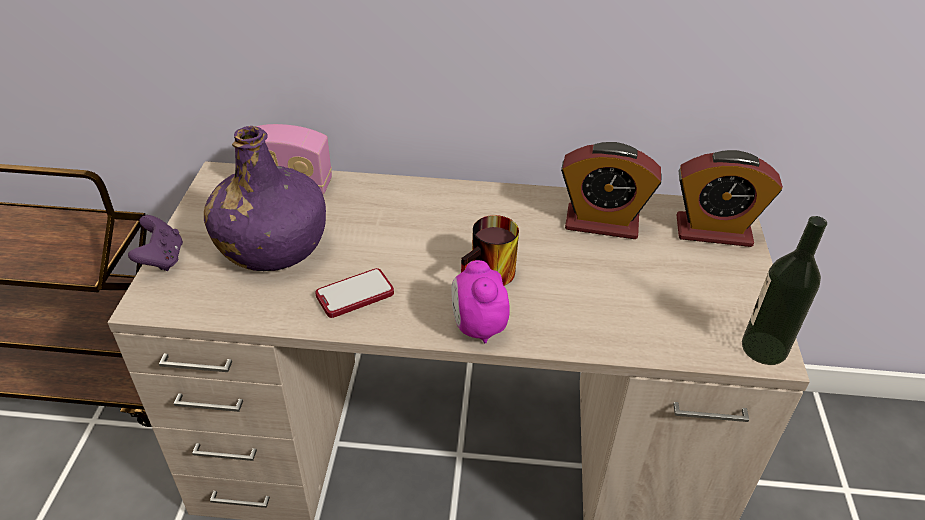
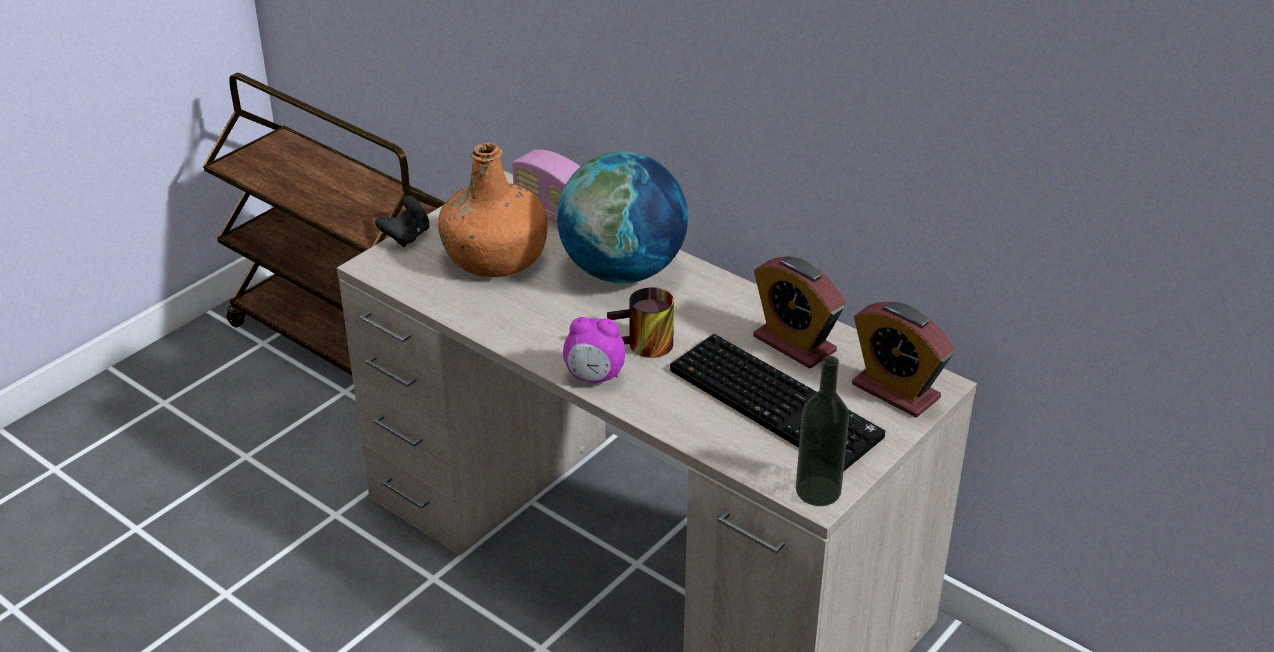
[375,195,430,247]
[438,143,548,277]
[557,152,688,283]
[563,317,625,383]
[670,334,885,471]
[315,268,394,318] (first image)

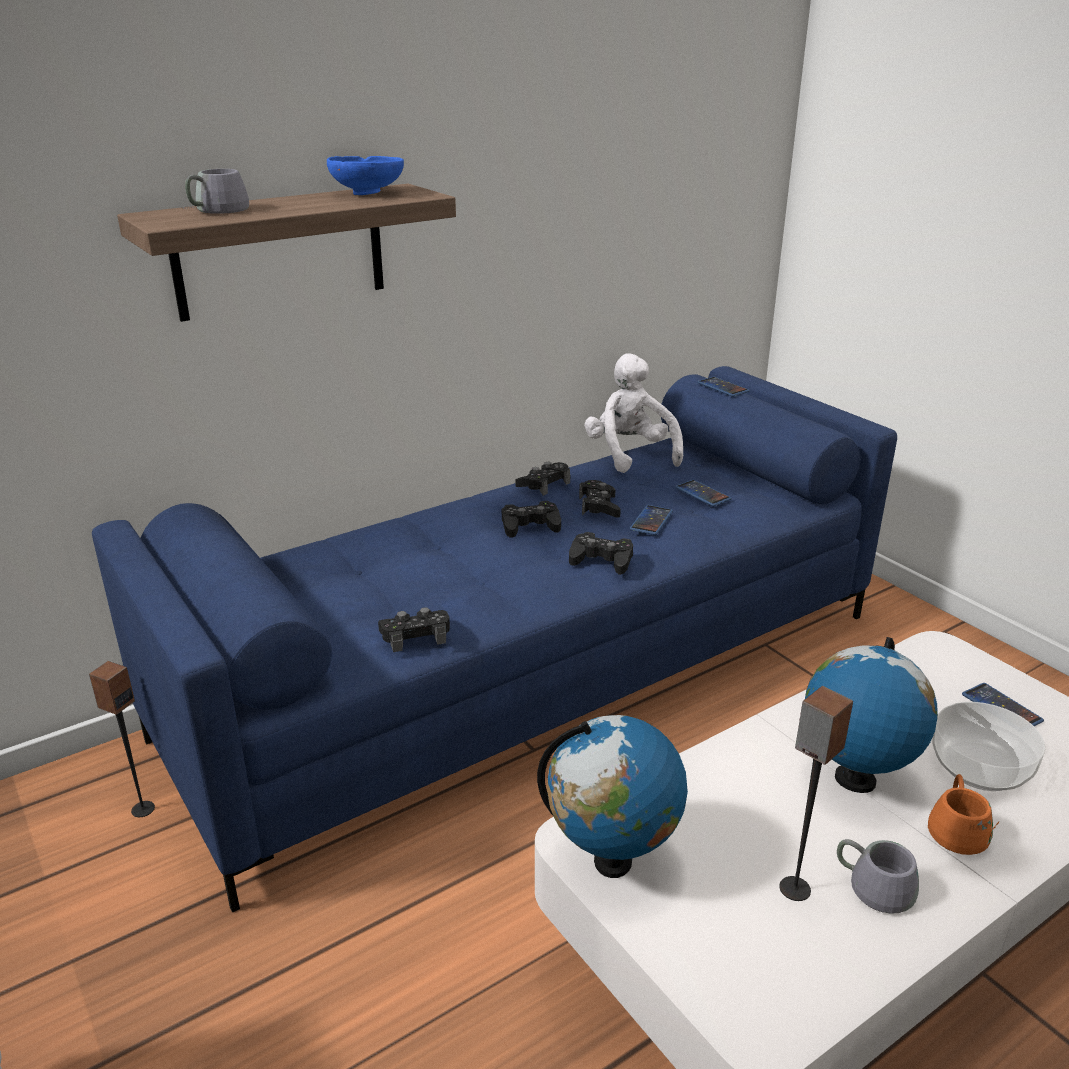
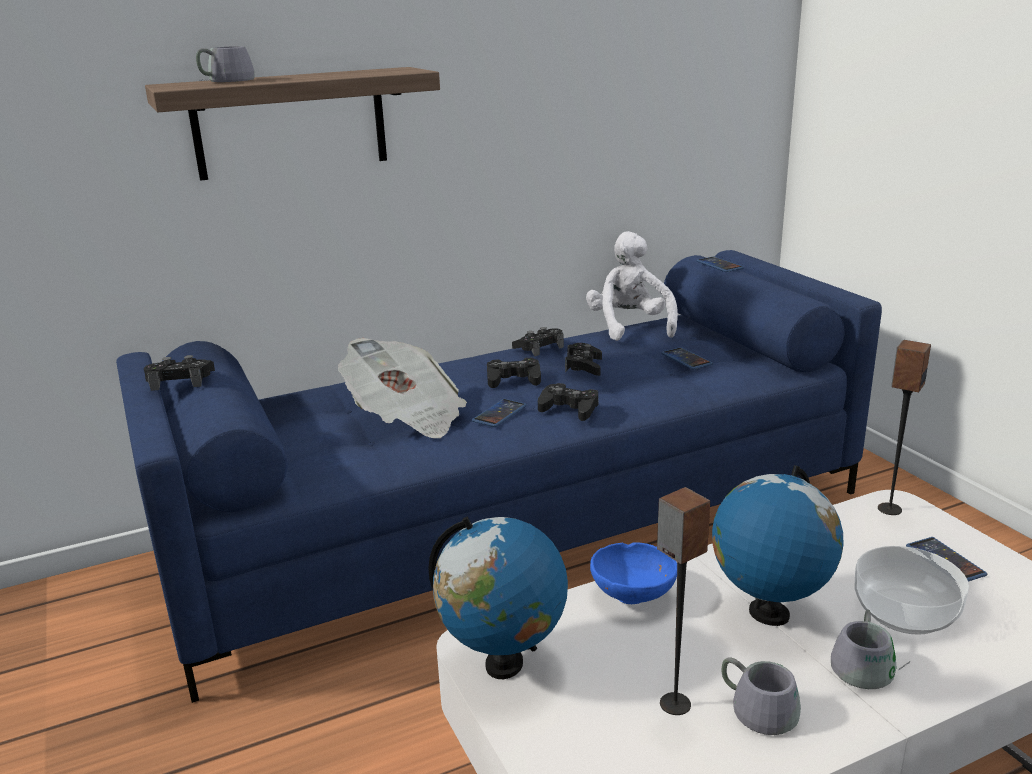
[144,355,215,391]
[338,338,467,438]
[472,399,527,427]
[590,542,677,604]
[831,610,910,689]
[878,340,931,515]

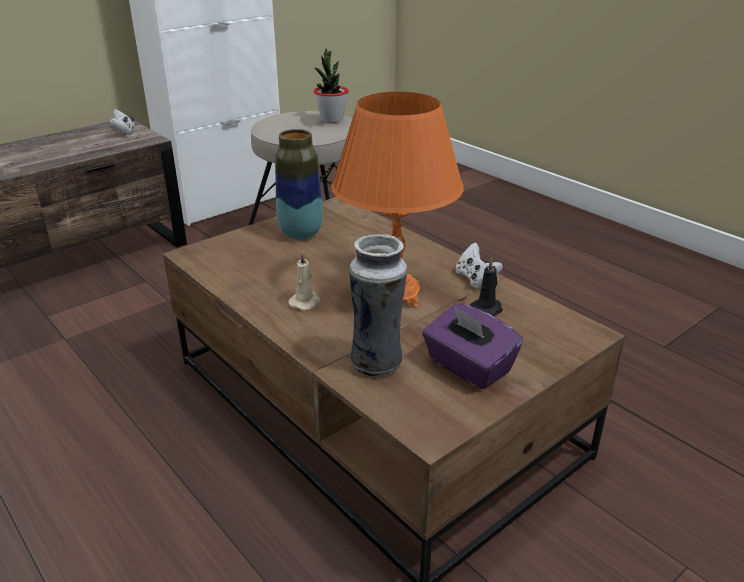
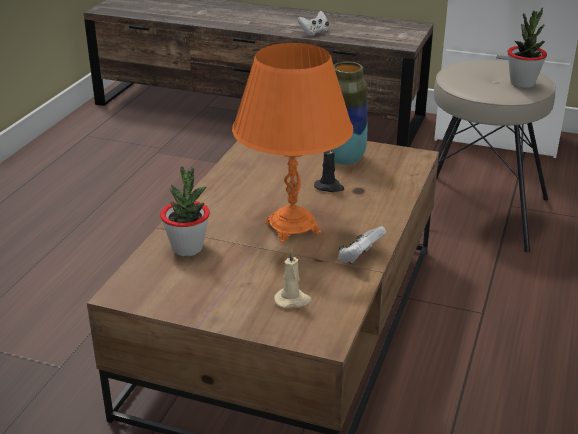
[160,166,210,256]
[274,249,312,308]
[297,11,329,36]
[314,150,344,192]
[422,303,523,389] (first image)

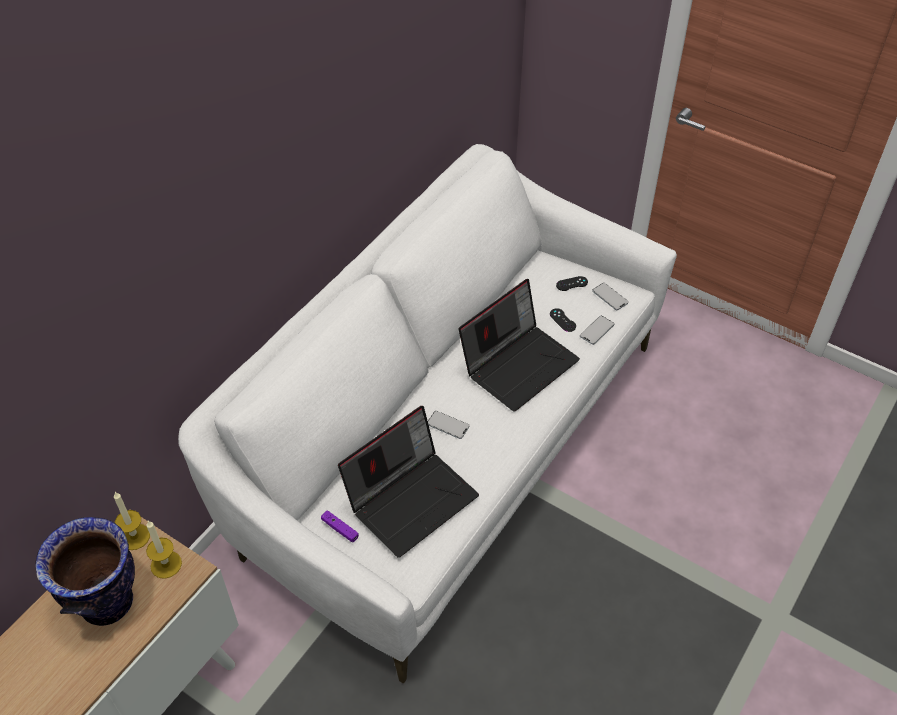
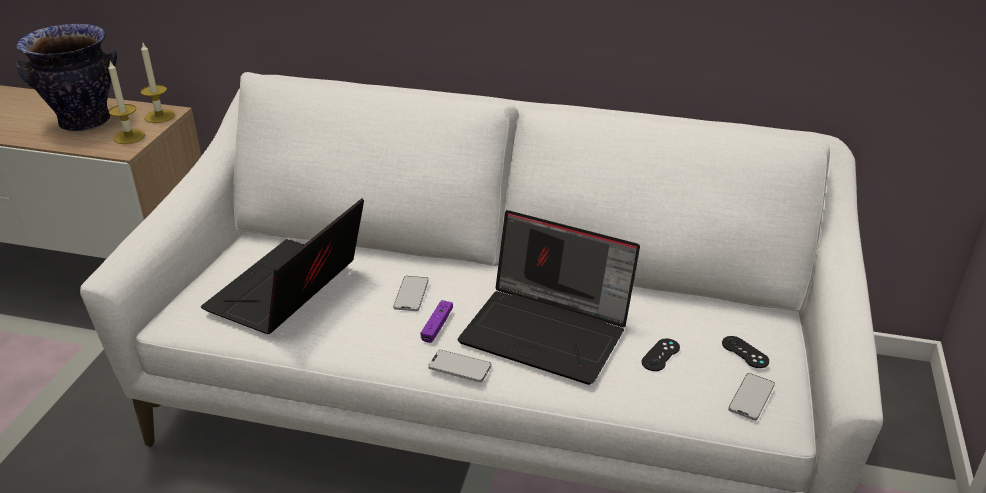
[201,198,364,334]
[421,300,453,343]
[428,350,492,382]

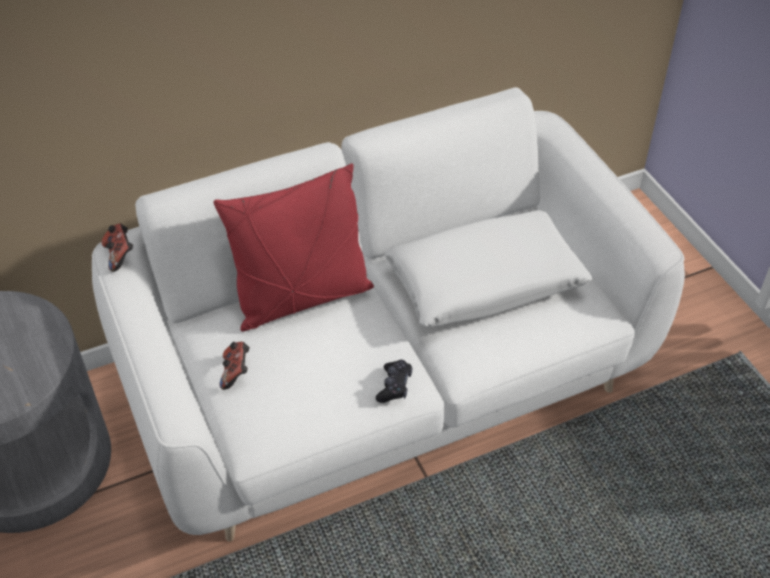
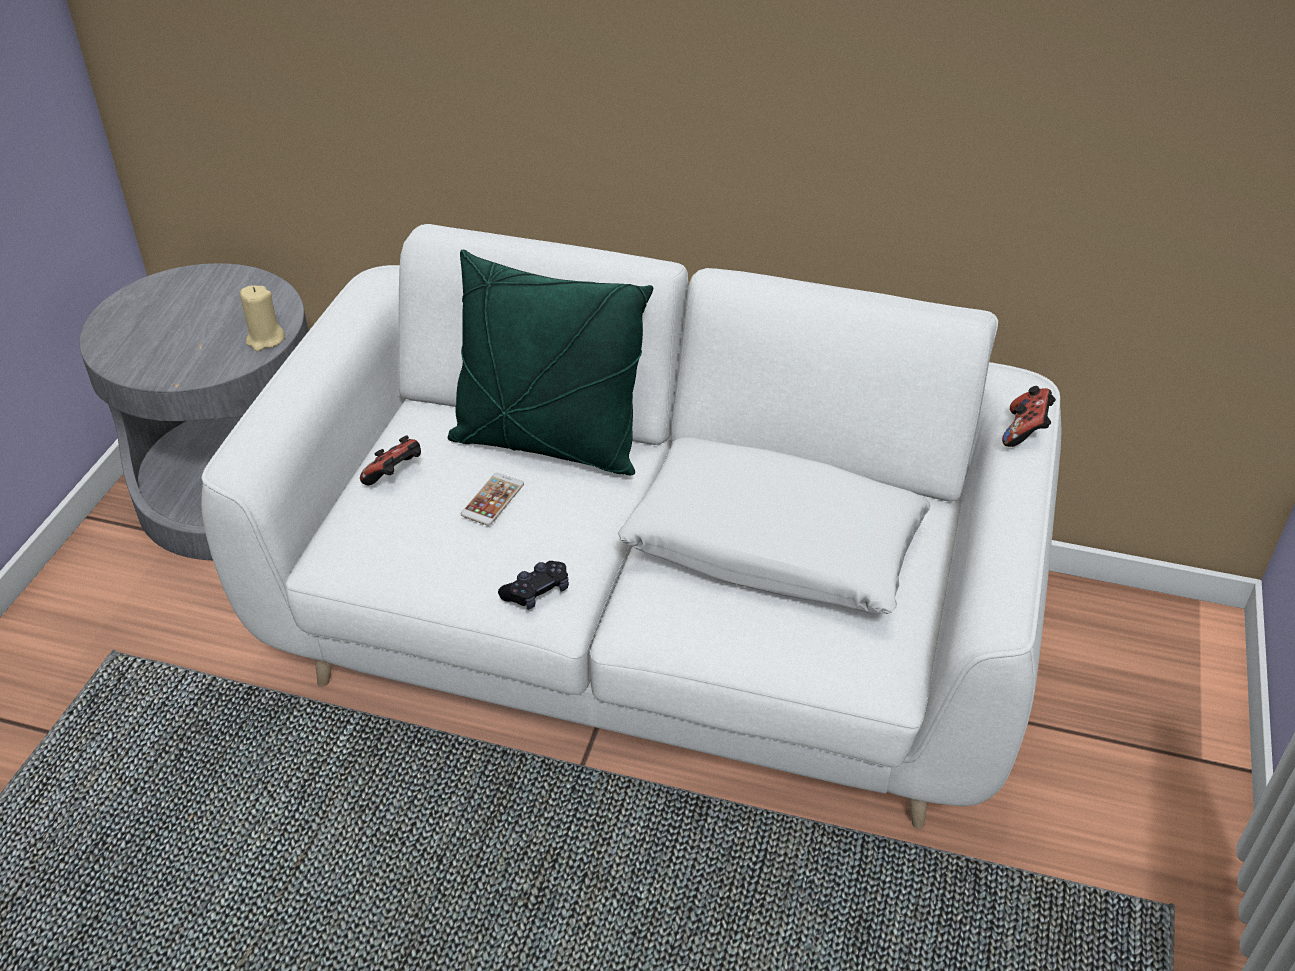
[240,285,285,351]
[448,250,653,475]
[461,473,524,526]
[1002,386,1056,447]

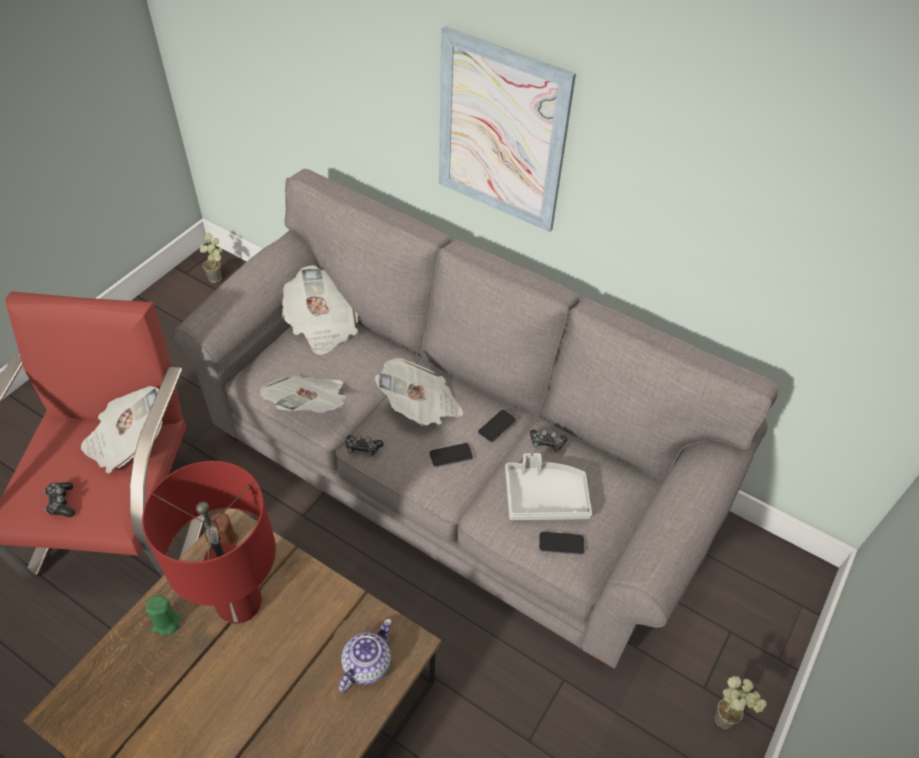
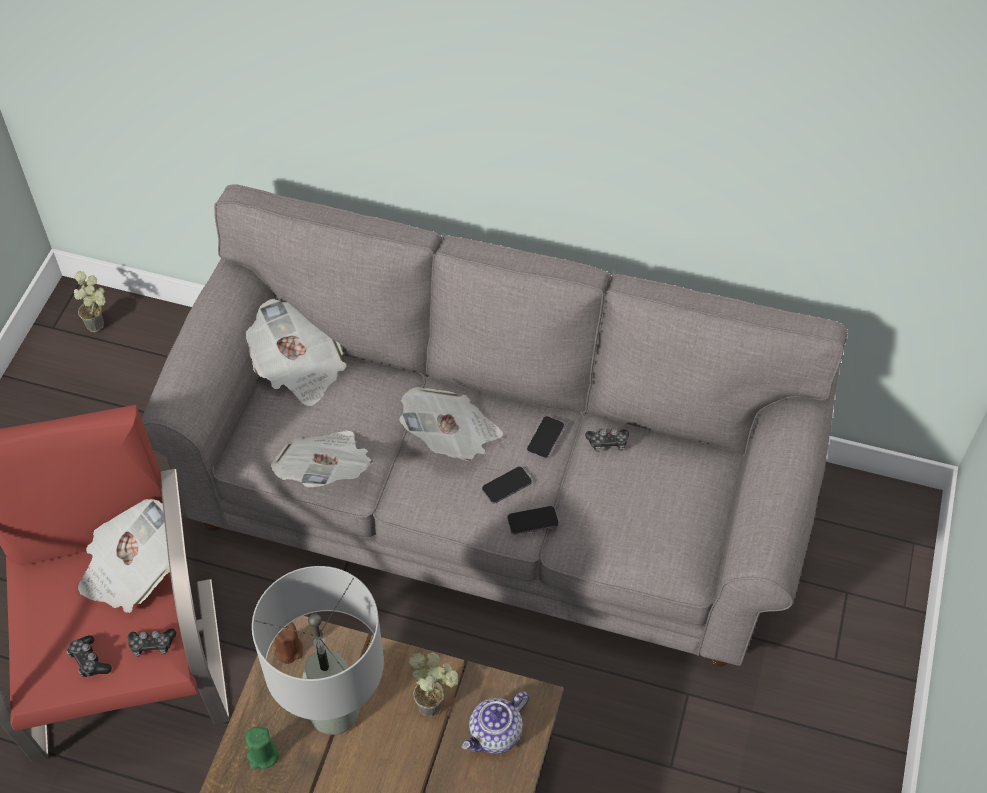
[128,629,176,657]
[252,566,384,735]
[409,652,459,717]
[462,691,529,754]
[507,506,559,535]
[439,26,576,232] (first image)
[505,453,592,520] (first image)

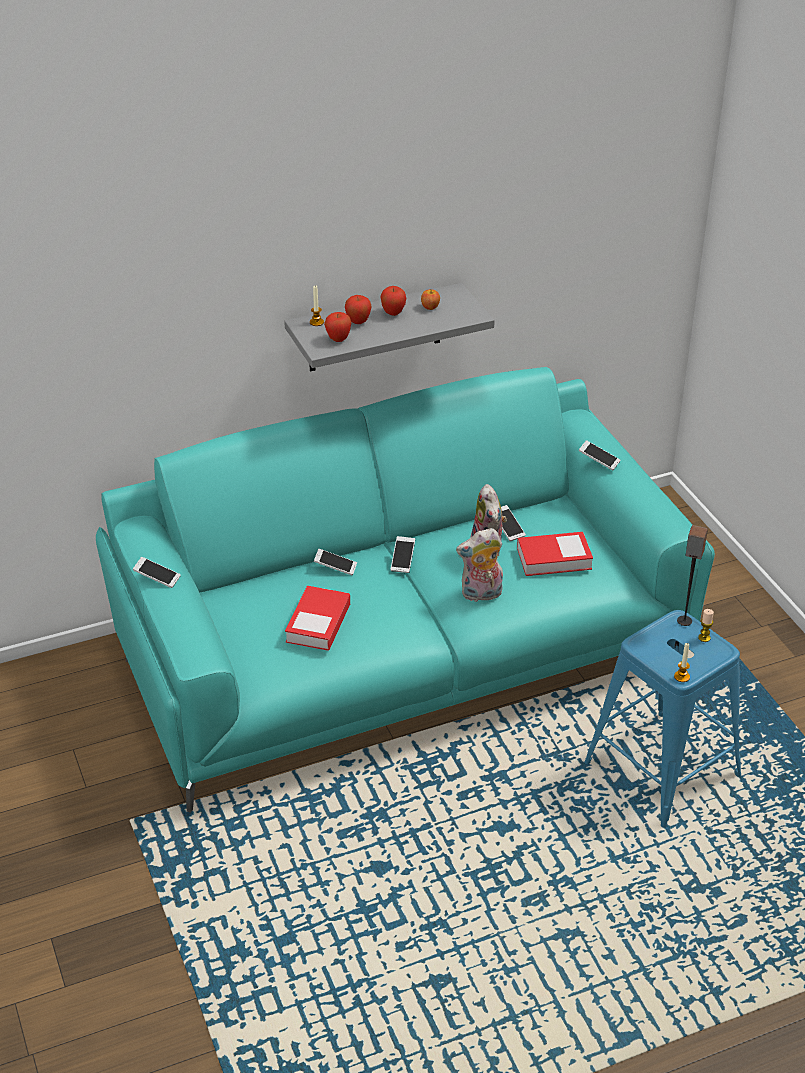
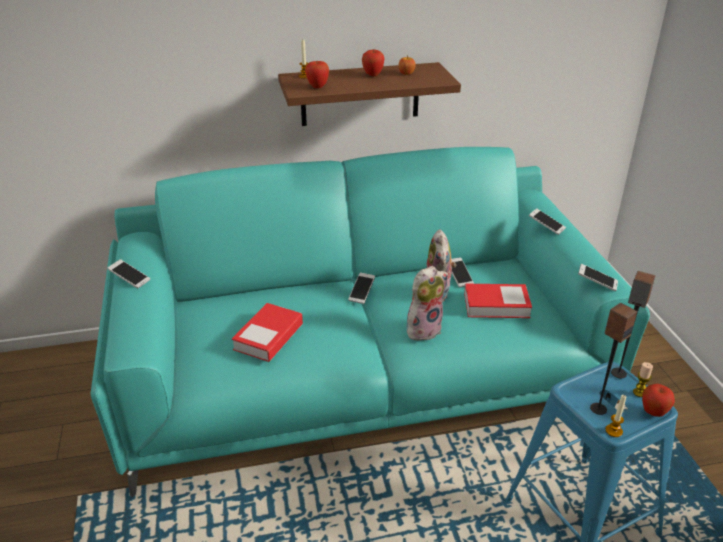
[278,62,461,126]
[407,266,448,340]
[578,264,618,291]
[590,303,637,415]
[642,384,675,417]

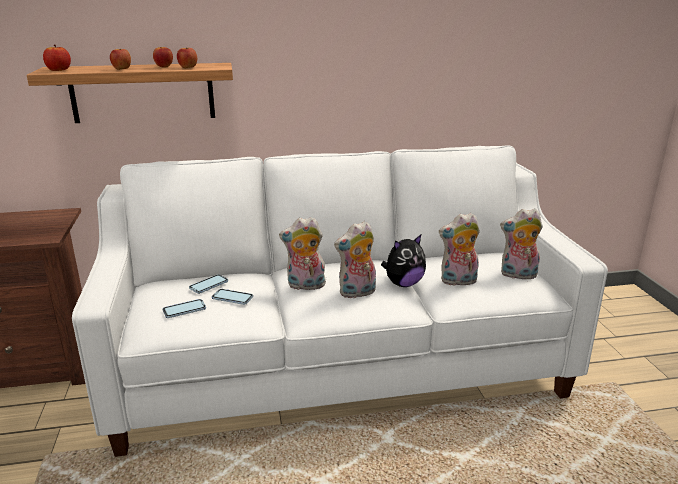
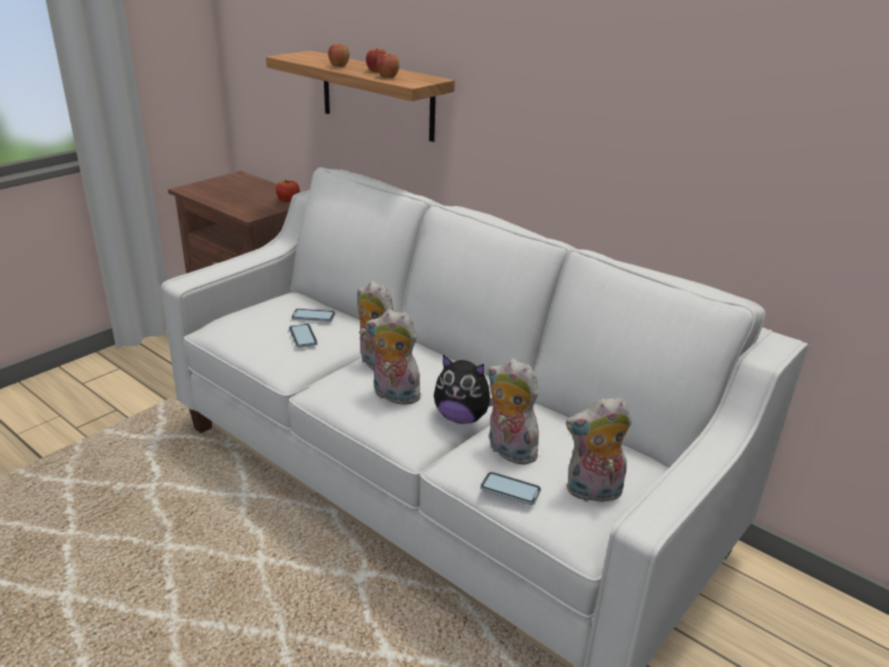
[276,180,300,202]
[480,472,541,505]
[566,397,631,502]

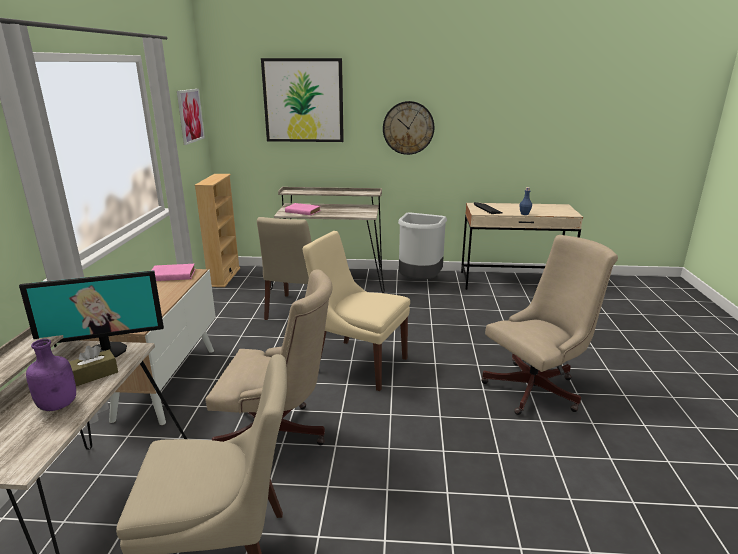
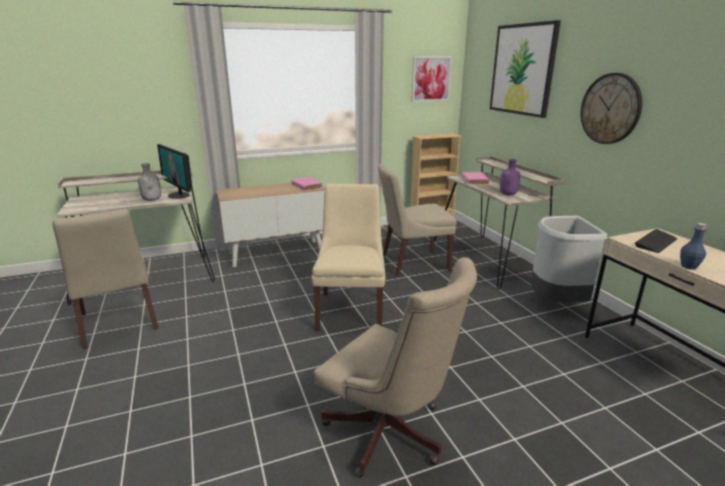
[138,163,161,201]
[500,159,520,195]
[206,269,332,445] (first image)

